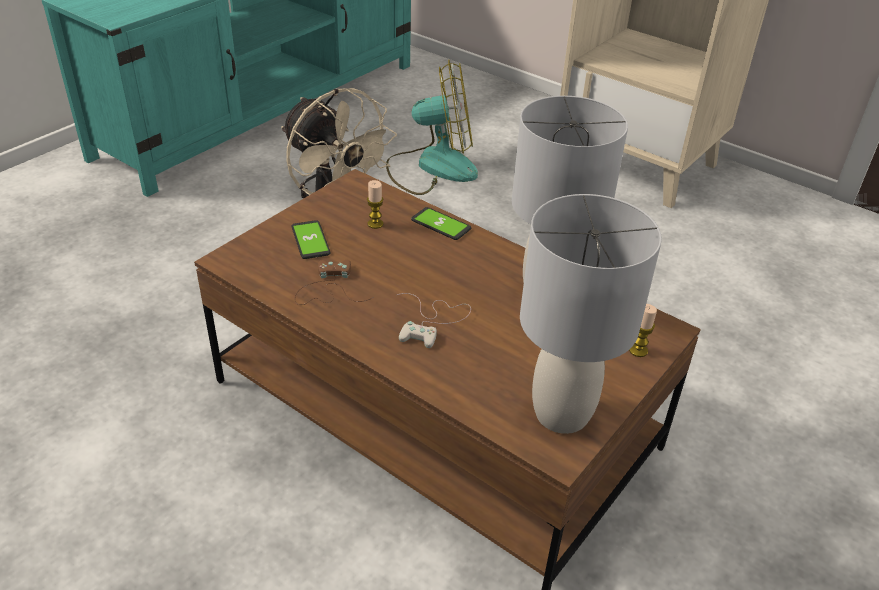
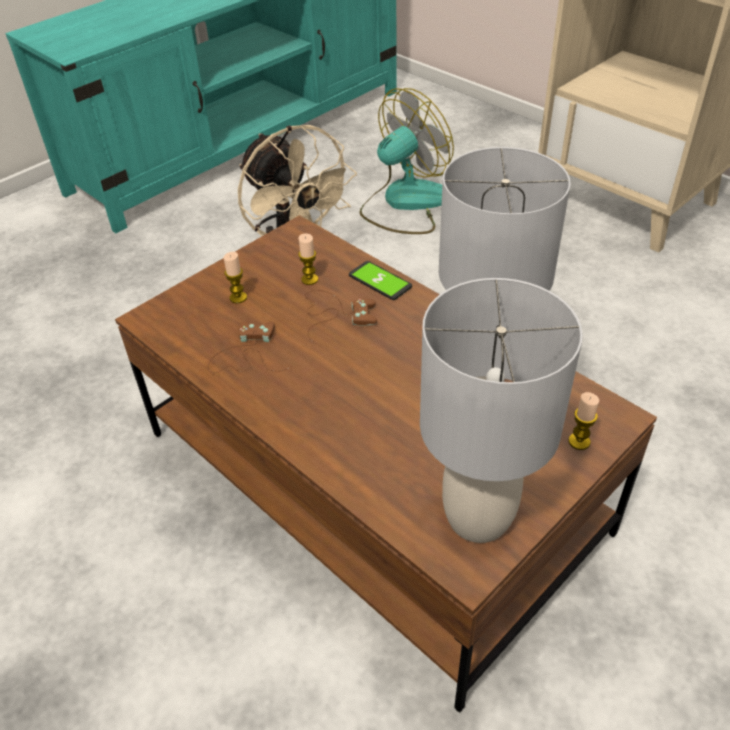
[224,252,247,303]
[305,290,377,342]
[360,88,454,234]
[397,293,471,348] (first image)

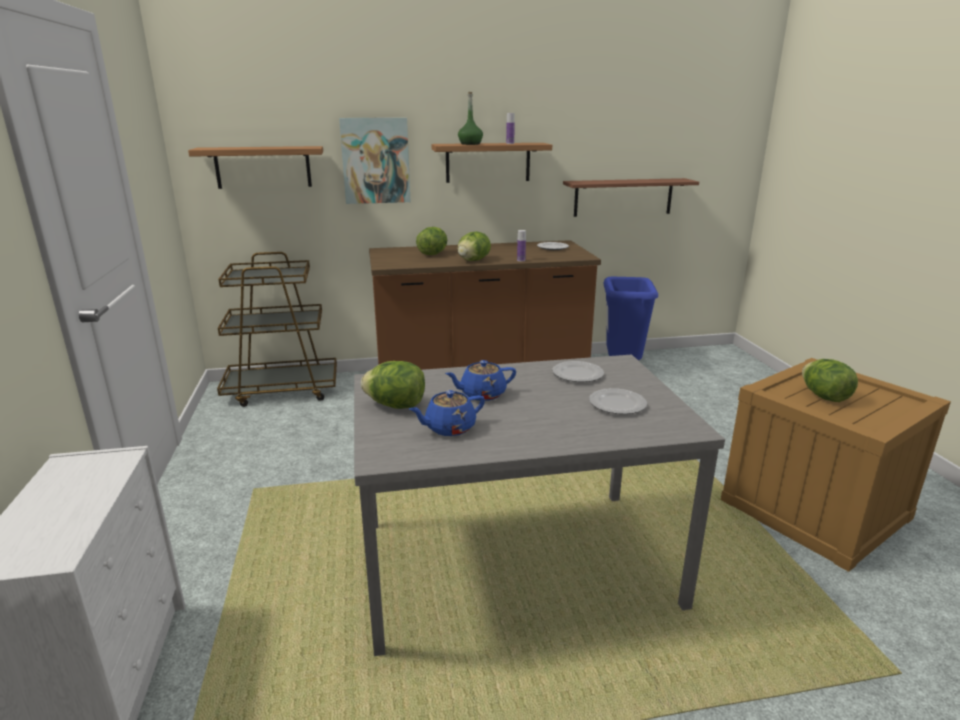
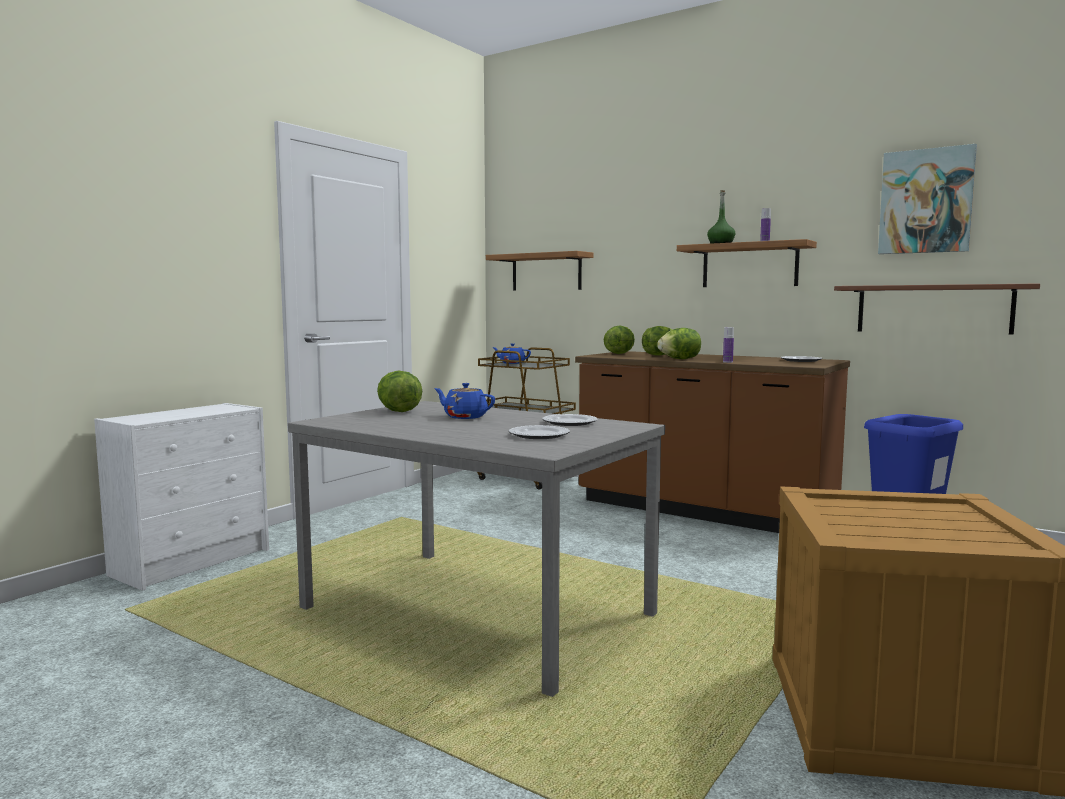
[492,343,531,364]
[604,325,635,354]
[878,144,977,254]

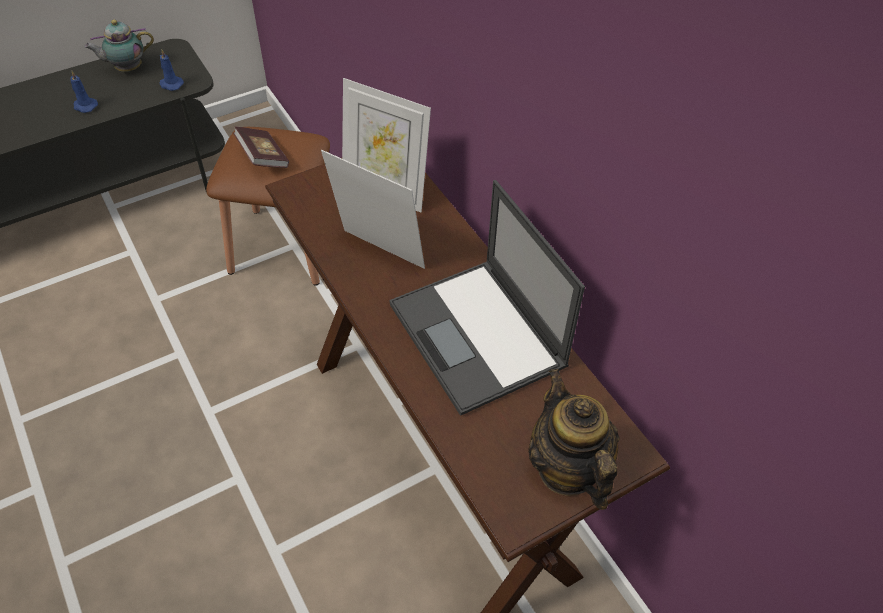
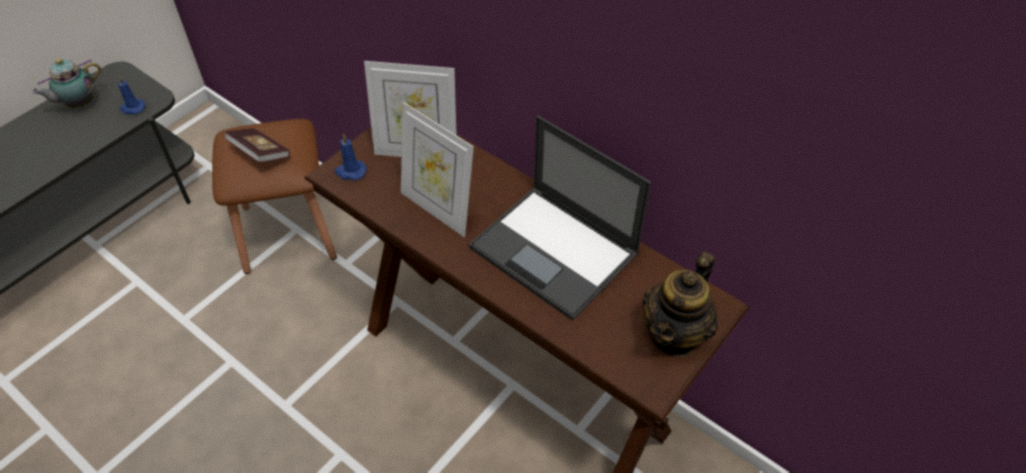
[334,134,367,180]
[401,102,474,237]
[642,252,718,357]

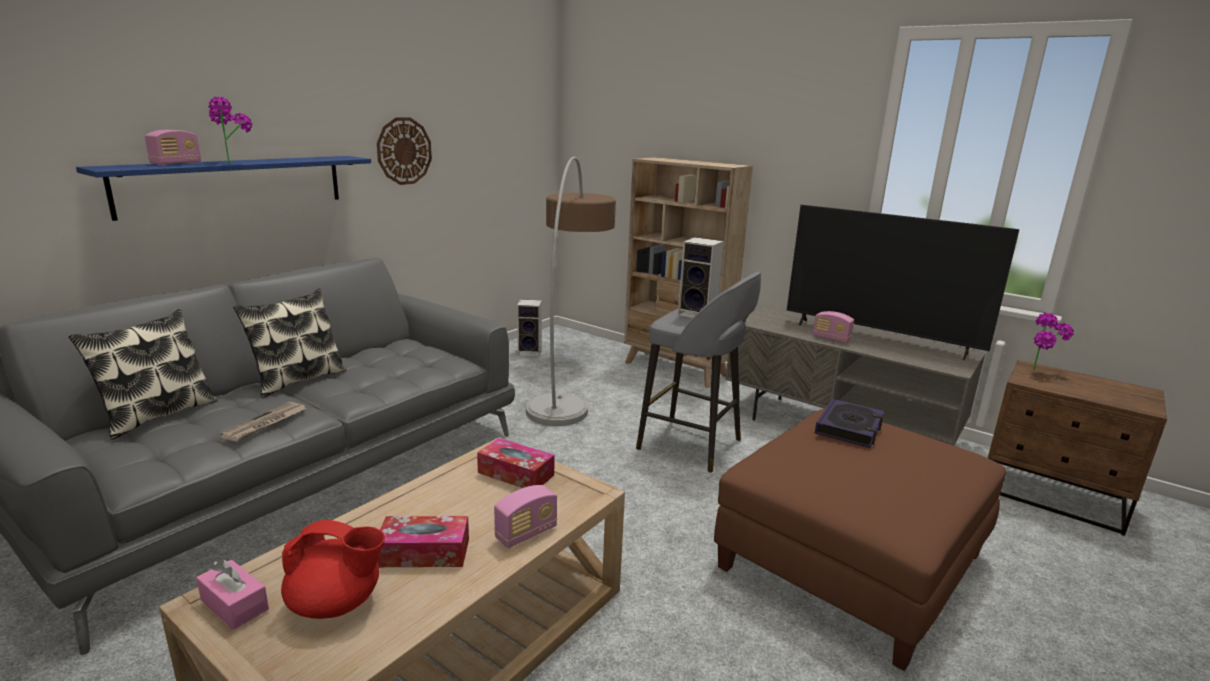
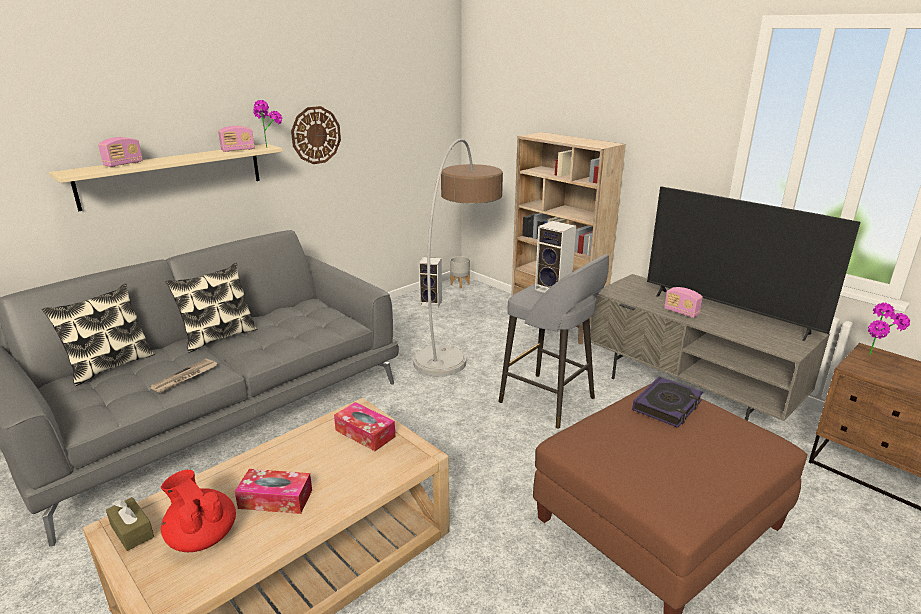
[49,144,283,211]
[106,497,154,551]
[161,470,236,552]
[218,126,255,152]
[253,100,282,148]
[450,256,470,288]

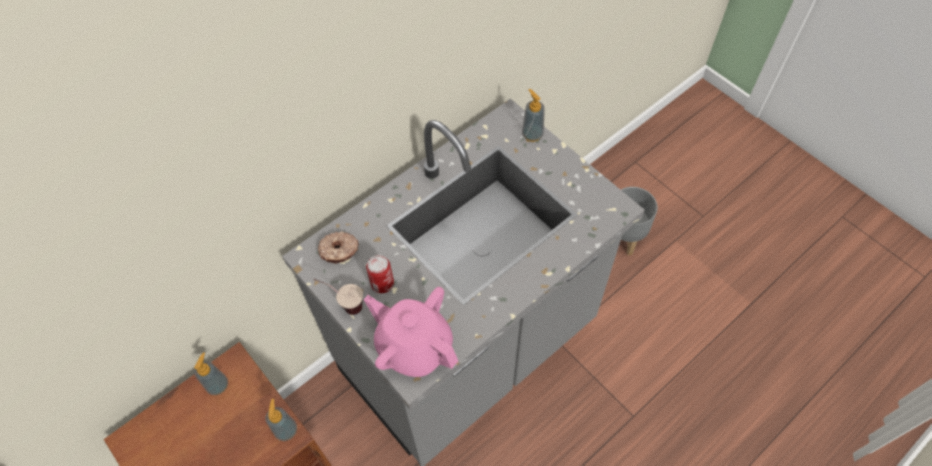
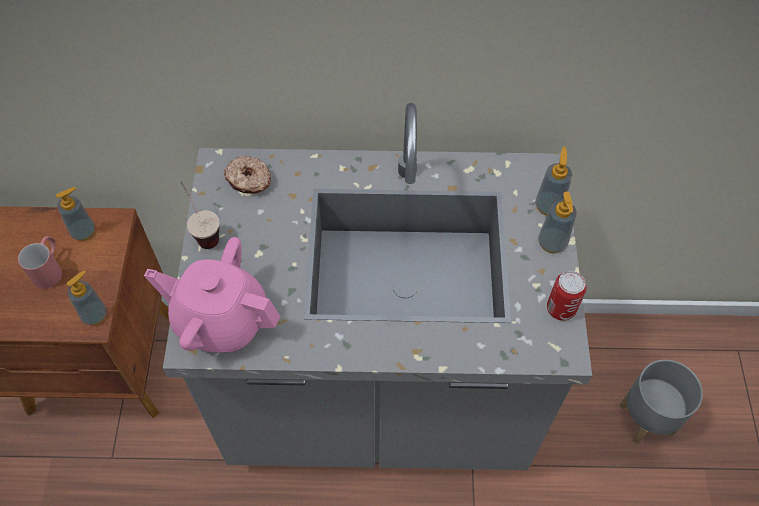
[18,236,62,289]
[144,237,280,353]
[538,191,577,253]
[547,271,587,321]

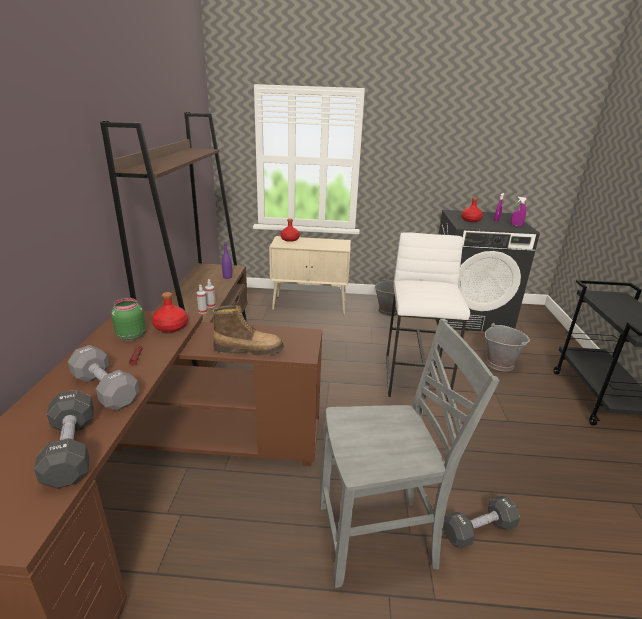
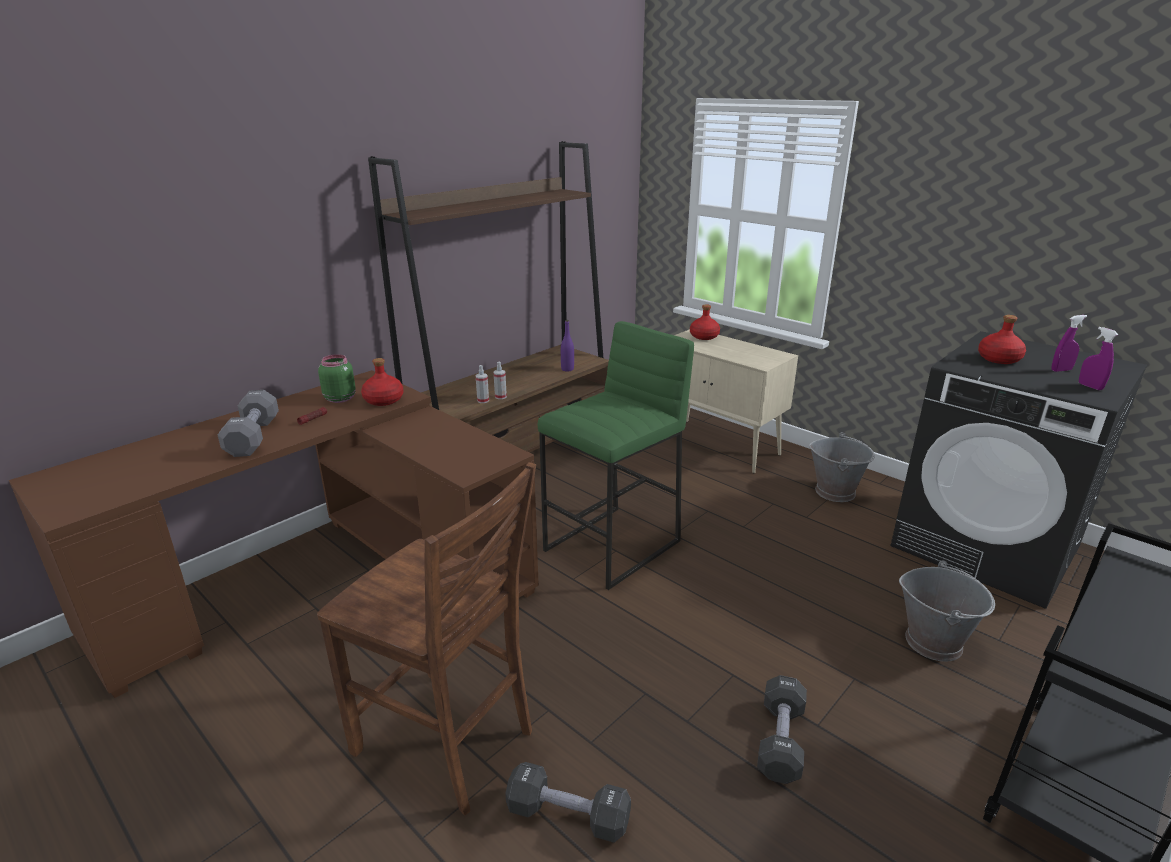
[317,462,536,815]
[538,321,694,590]
[757,675,807,784]
[212,305,284,356] (first image)
[386,232,470,401] (first image)

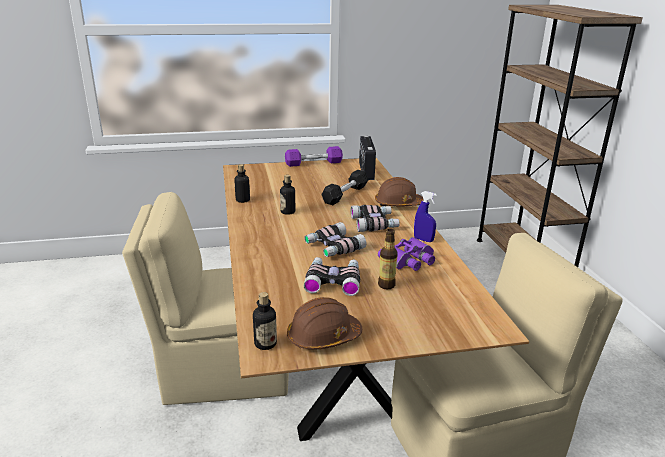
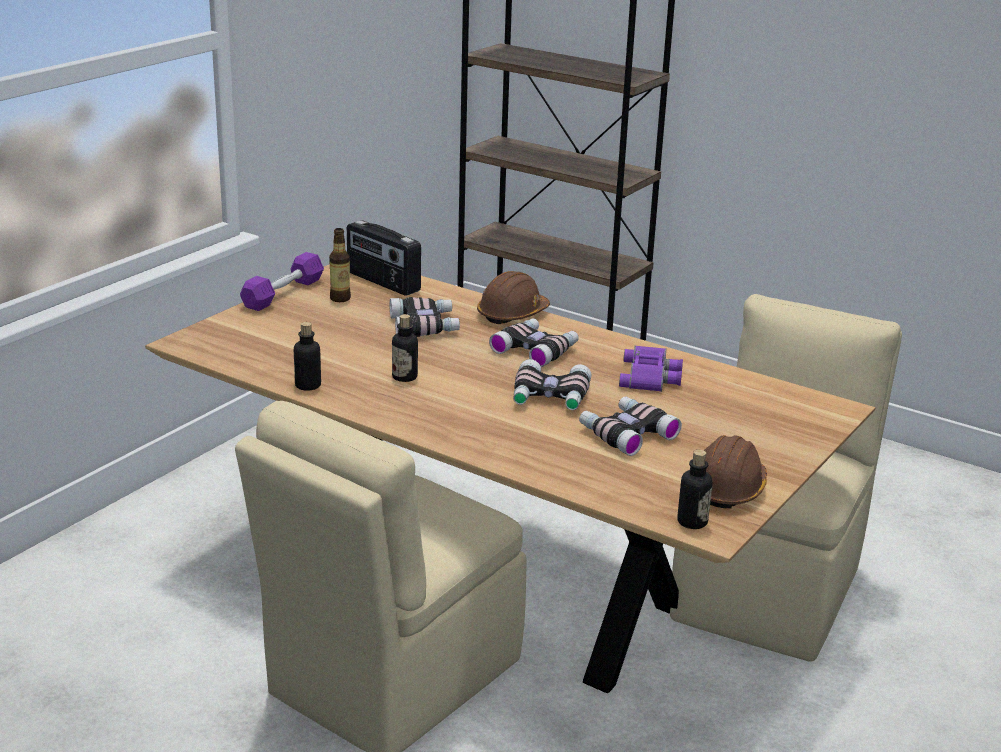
[329,228,351,302]
[390,297,460,337]
[414,191,437,242] (first image)

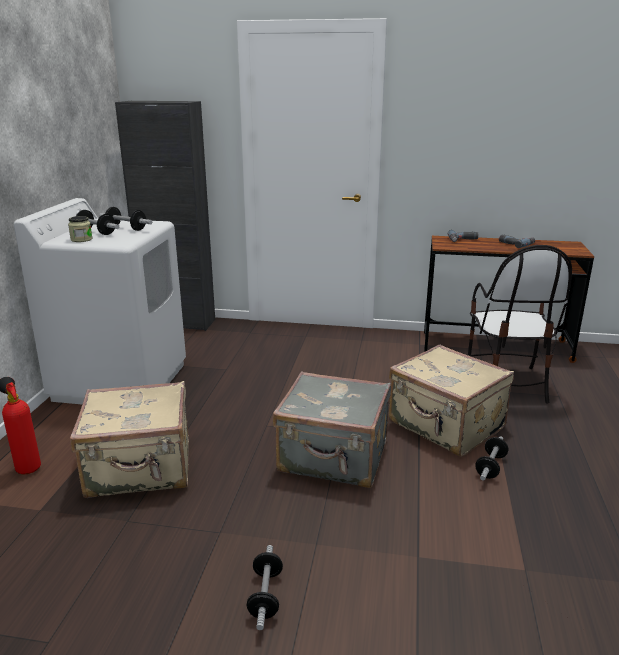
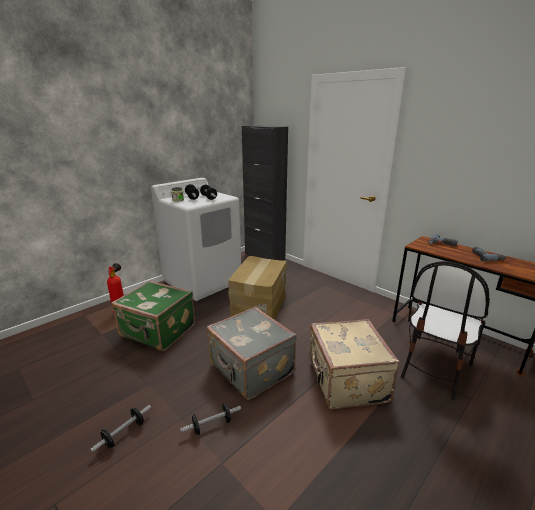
[111,281,195,351]
[180,403,241,435]
[228,256,287,320]

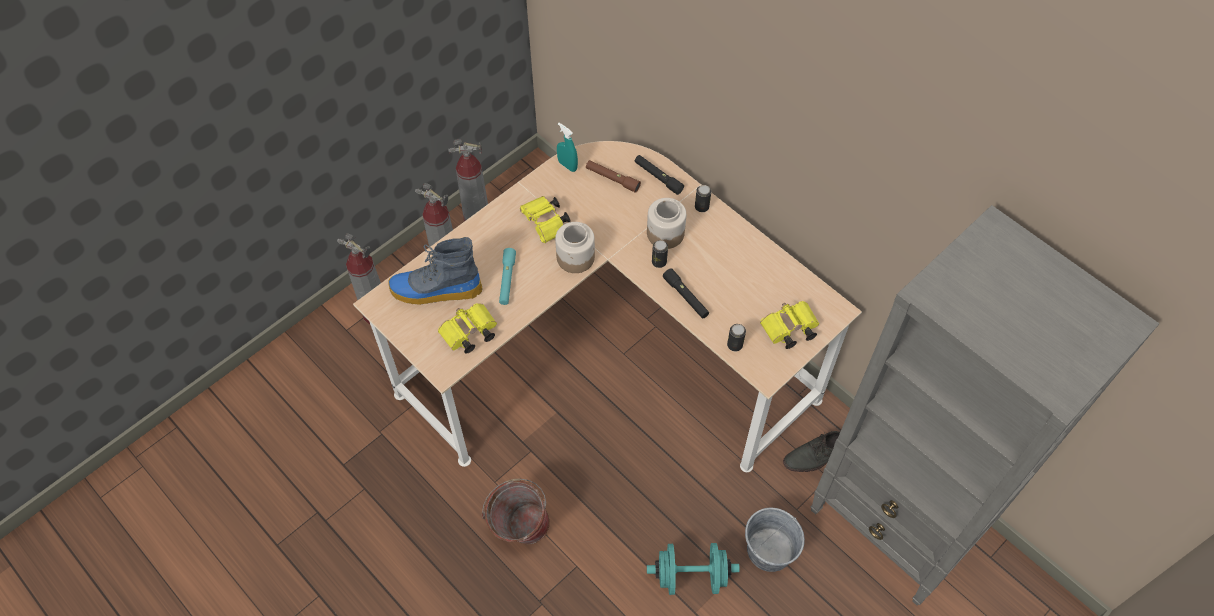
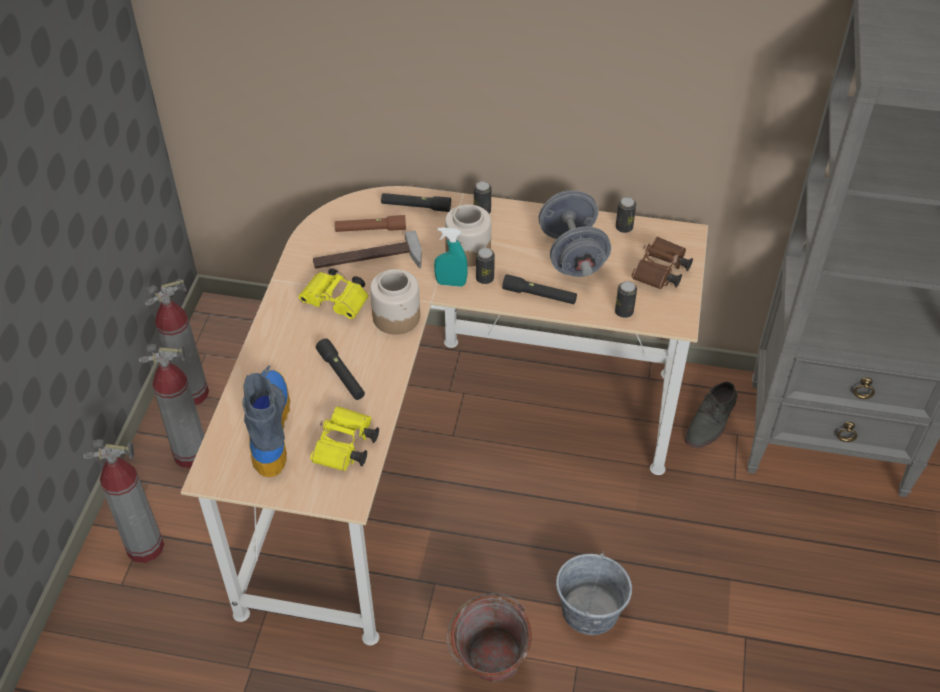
[243,365,290,477]
[313,231,422,269]
[316,339,365,400]
[434,227,468,287]
[539,190,611,277]
[556,551,632,635]
[616,197,636,233]
[631,236,693,290]
[647,543,740,595] (first image)

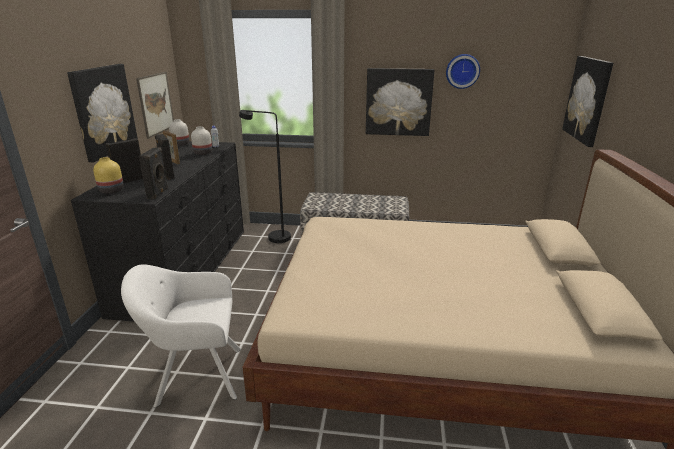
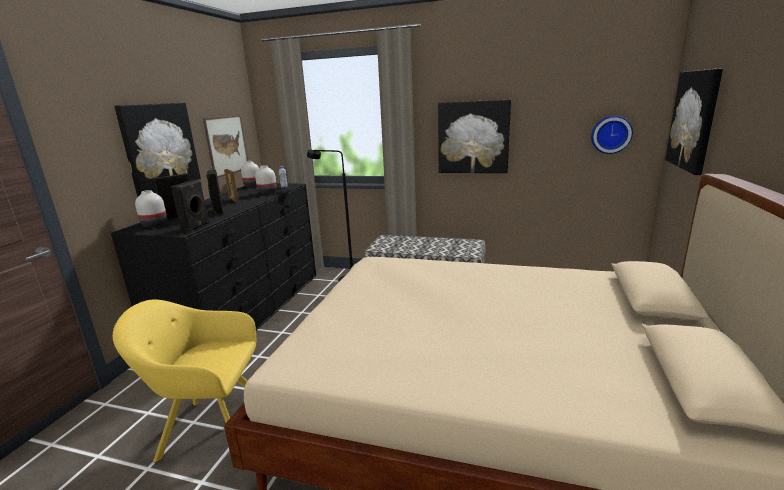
[113,300,256,463]
[135,190,167,227]
[591,115,633,154]

